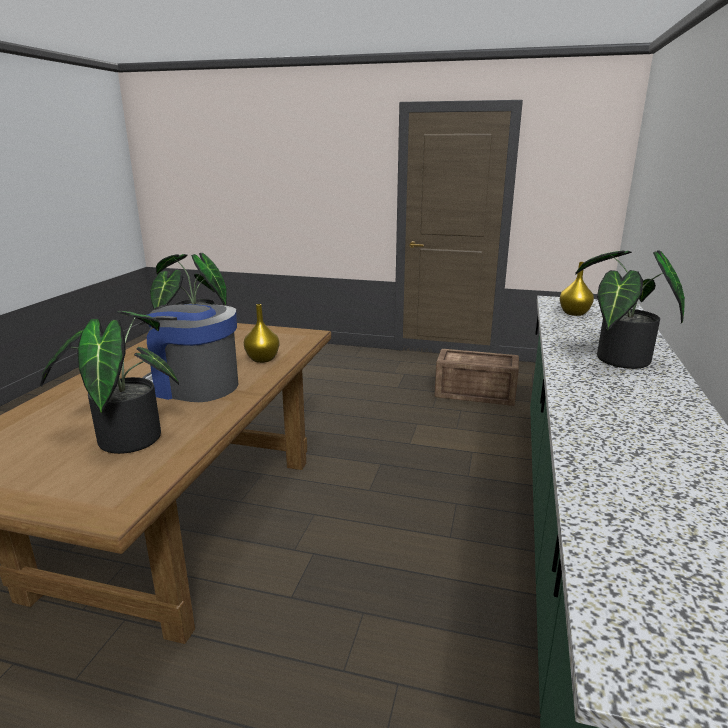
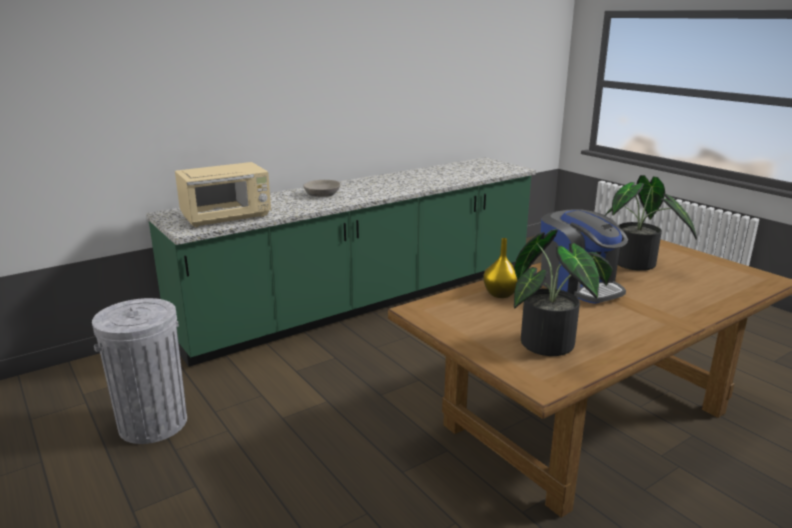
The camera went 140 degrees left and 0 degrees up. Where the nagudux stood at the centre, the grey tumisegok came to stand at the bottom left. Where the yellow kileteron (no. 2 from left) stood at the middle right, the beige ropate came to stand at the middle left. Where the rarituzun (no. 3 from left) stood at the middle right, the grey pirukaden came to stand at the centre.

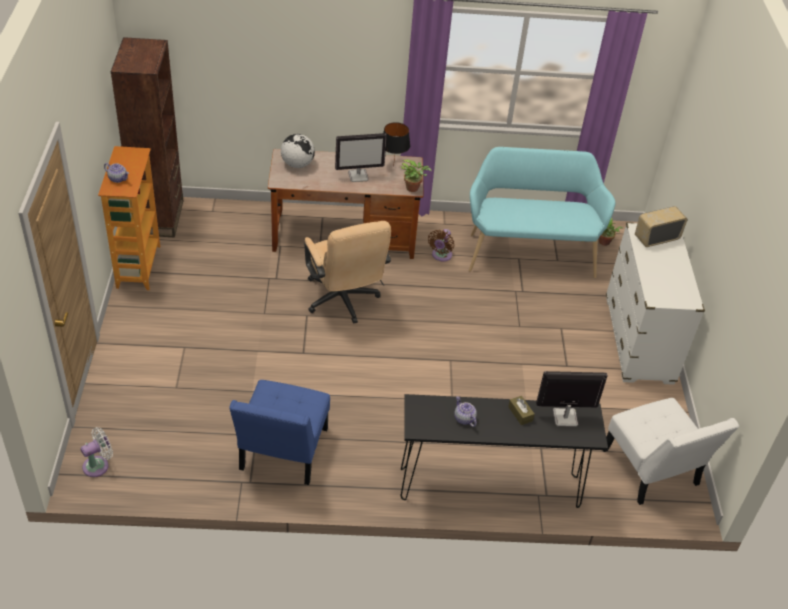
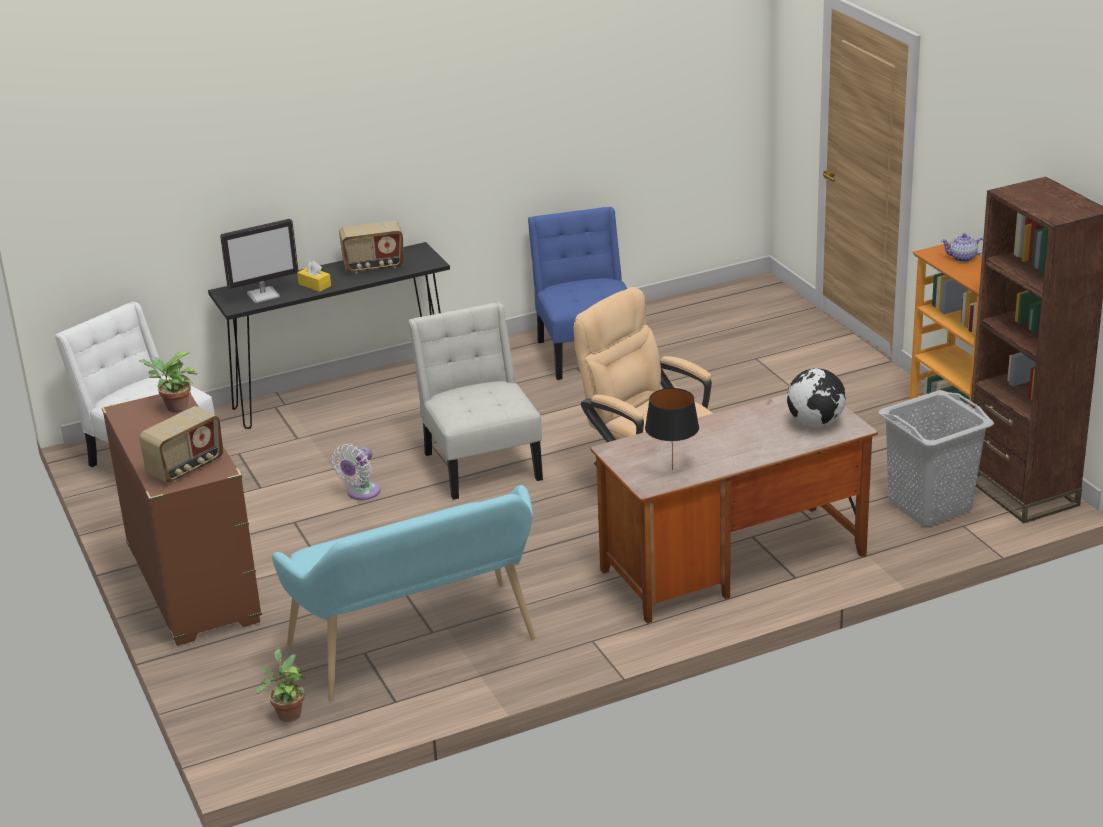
The camera went 160 degrees right and 15 degrees down. The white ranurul ended up elsewhere, having gone from the bottom left to the middle left. The second view lost the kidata (no. 1 from left) at the top centre. The rarituzun (no. 1 from left) ended up elsewhere, having gone from the top centre to the middle left. The second view lost the brown ranurul at the centre. Where the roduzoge (no. 2 from left) stood at the bottom centre, the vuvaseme (no. 2 from left) came to stand at the top centre. What was the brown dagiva at the bottom centre turned into the yellow dagiva at the middle left. What was the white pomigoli at the middle right turned into the brown pomigoli at the middle left. The second view gained the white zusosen (no. 2 from left) at the centre. The second view gained the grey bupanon at the middle right.

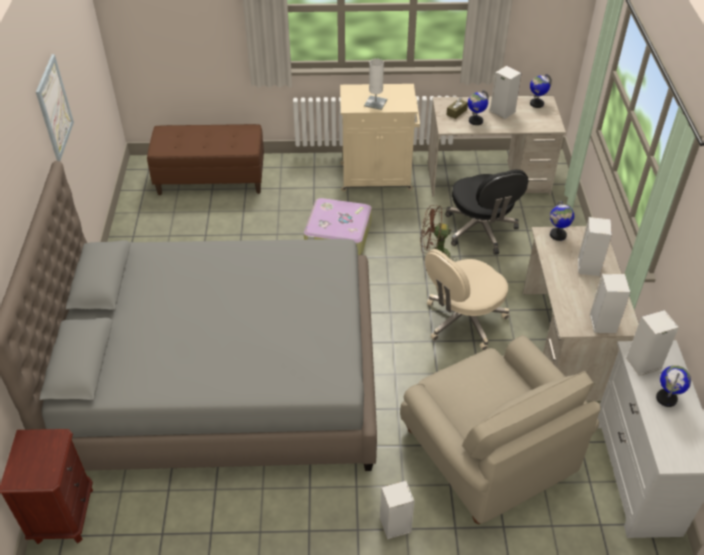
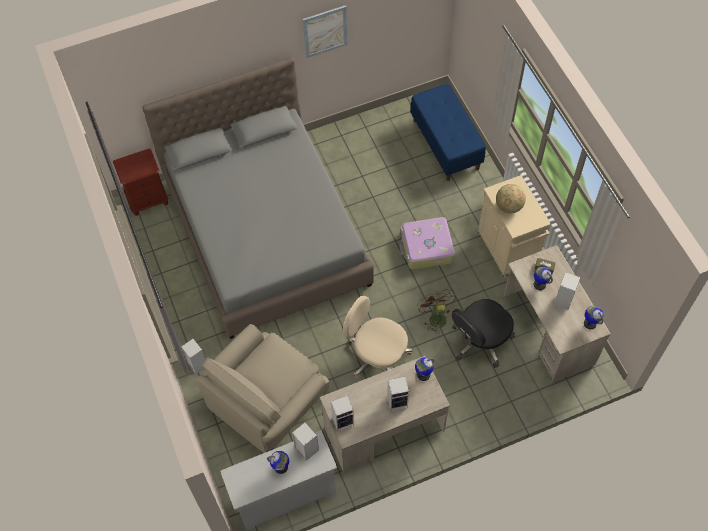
The camera went 70 degrees right and 15 degrees up. What was the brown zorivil at the top left turned into the blue zorivil at the top centre. Where the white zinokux stood at the top centre, the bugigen (no. 3 from left) came to stand at the middle right.

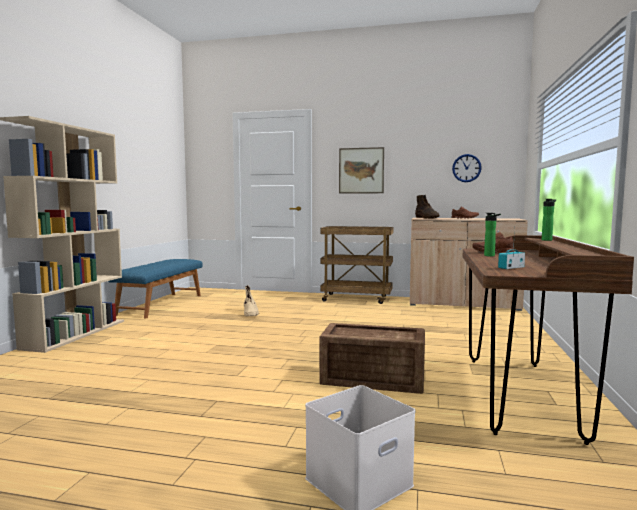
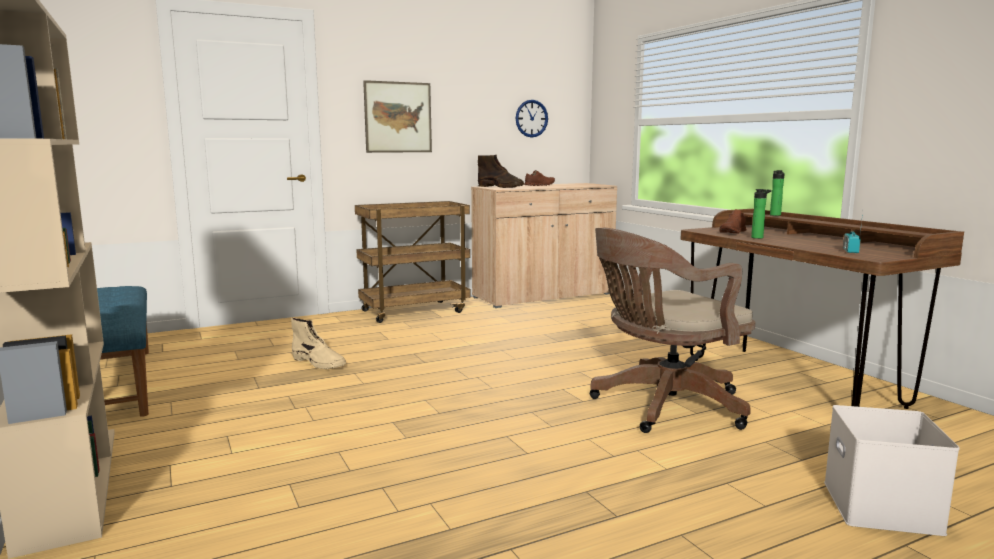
The camera went 40 degrees left and 5 degrees up. Where the nagudux stood at the bottom centre, the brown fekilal came to stand at the middle right.

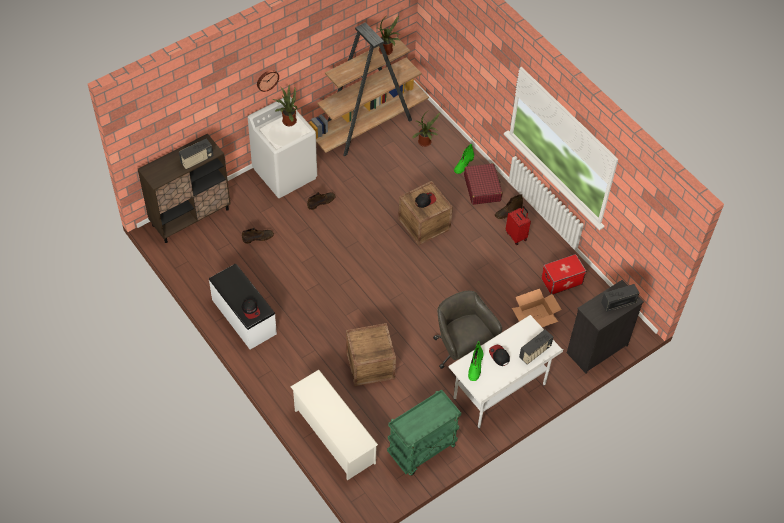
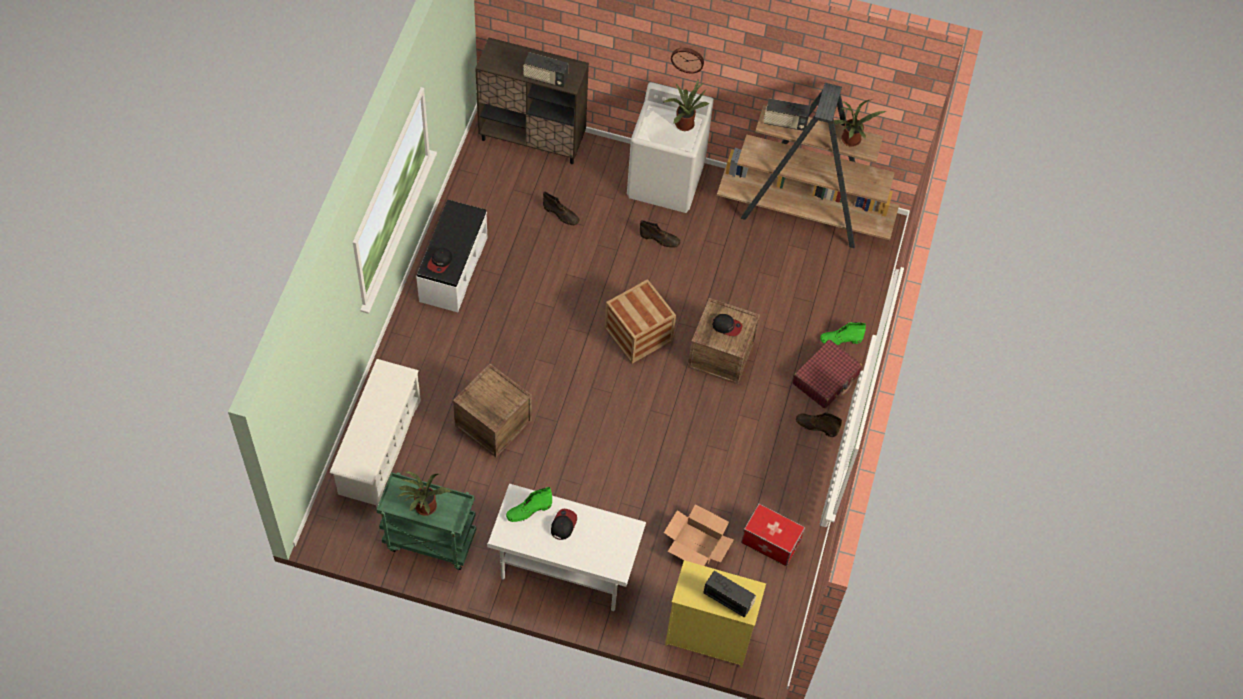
The camera went 50 degrees right and 5 degrees up. The rarituzun (no. 3 from left in the first image) ended up elsewhere, having gone from the top centre to the bottom centre. The second view lost the grey fekilal at the centre. The second view lost the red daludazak (no. 2 from left) at the centre. The vuvaseme (no. 2 from left in the first image) ended up elsewhere, having gone from the middle right to the top centre. What was the black pomigoli at the middle right turned into the yellow pomigoli at the bottom centre. The second view gained the nagudux (no. 2 from left) at the centre.

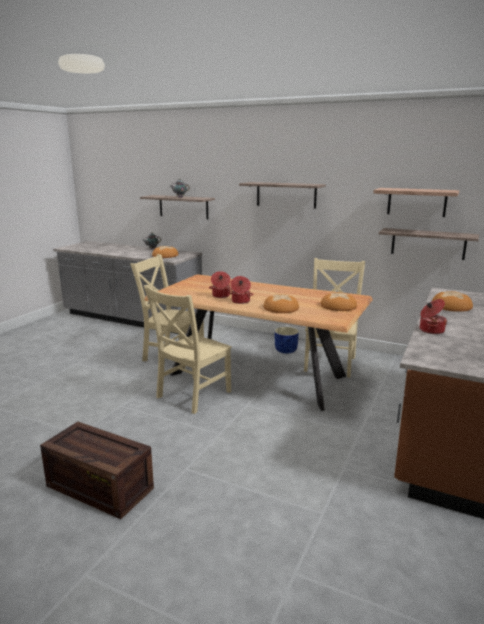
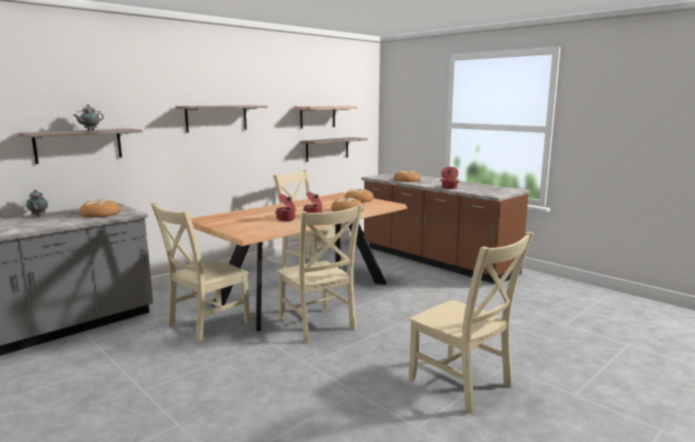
The camera went 70 degrees left and 5 degrees down. Where the nagudux stood at the bottom left, the beige zusosen (no. 4 from left) came to stand at the bottom right. The second view lost the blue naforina at the centre.

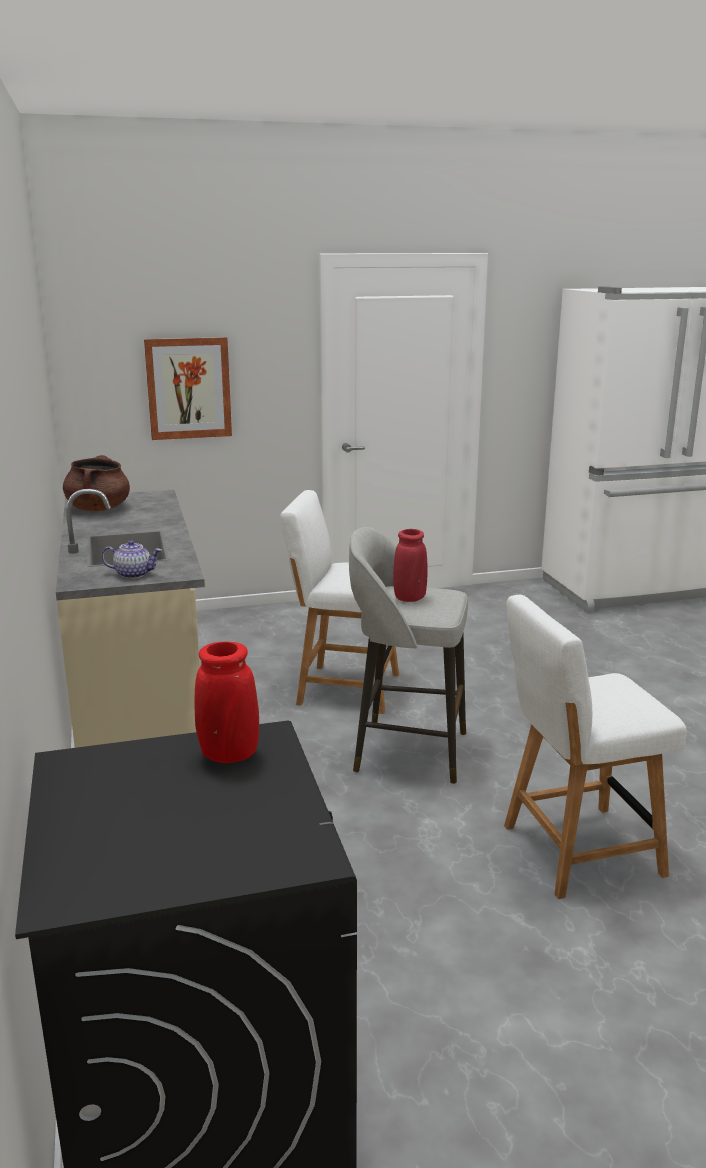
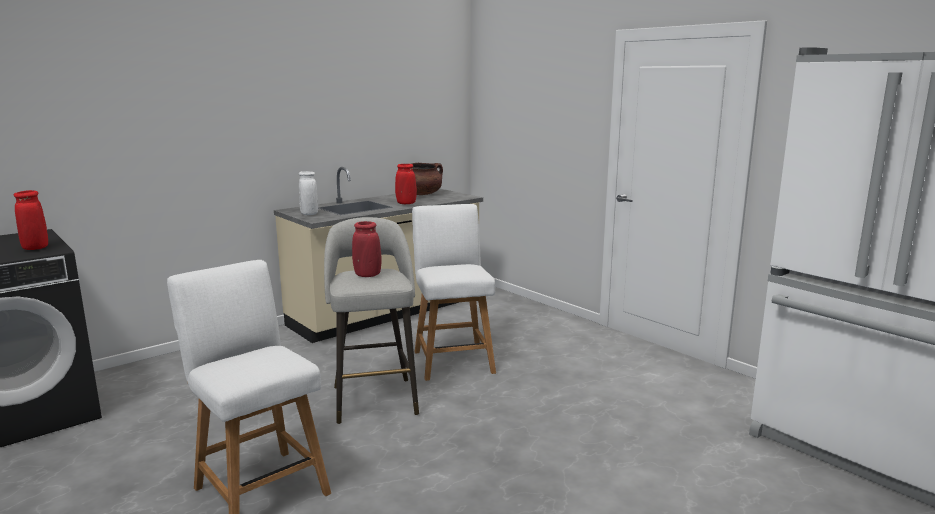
The camera went 65 degrees right and 5 degrees down. Where the roduzoge stood at the middle left, the white kileteron came to stand at the middle left. The second view lost the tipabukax at the top left. The second view gained the red kileteron (no. 3 from left) at the centre.

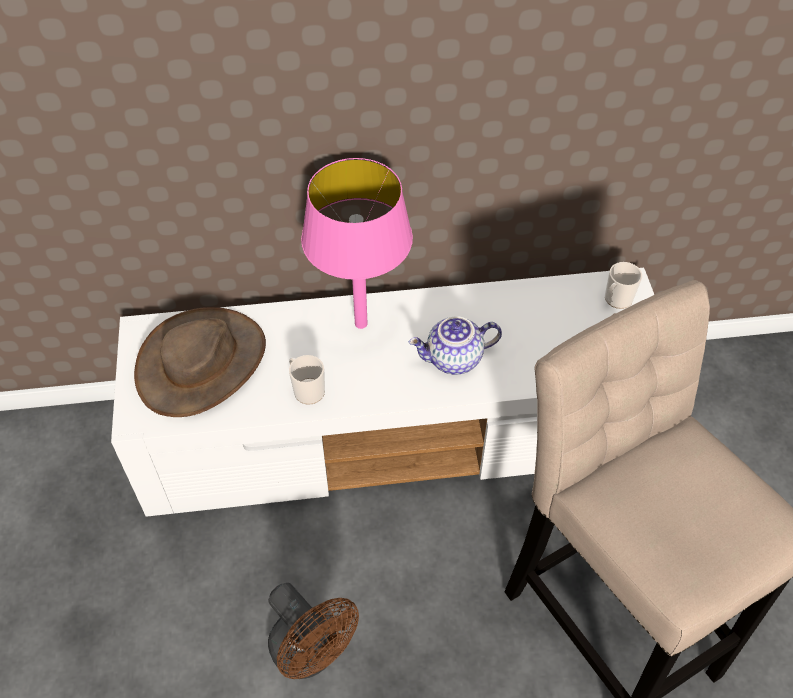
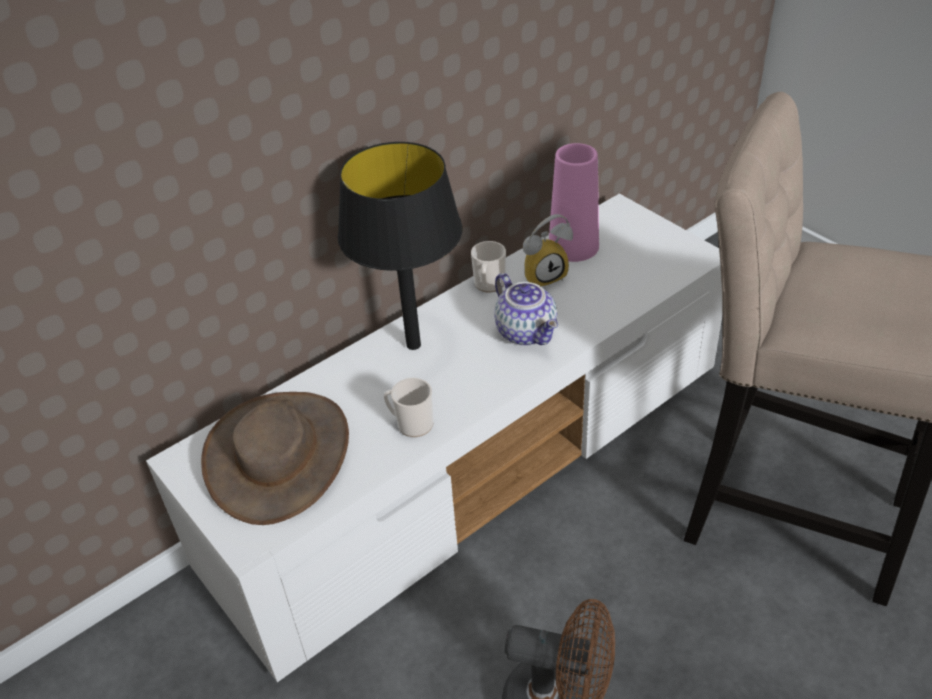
The camera went 30 degrees left and 10 degrees down. What was the pink zinokux at the centre turned into the black zinokux at the centre. The roduzoge at the centre ended up facing another way, 75 degrees counterclockwise from before. The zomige (no. 2 from left) ended up elsewhere, having gone from the middle right to the centre. The second view gained the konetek at the centre. The second view gained the pink kileteron at the top centre.

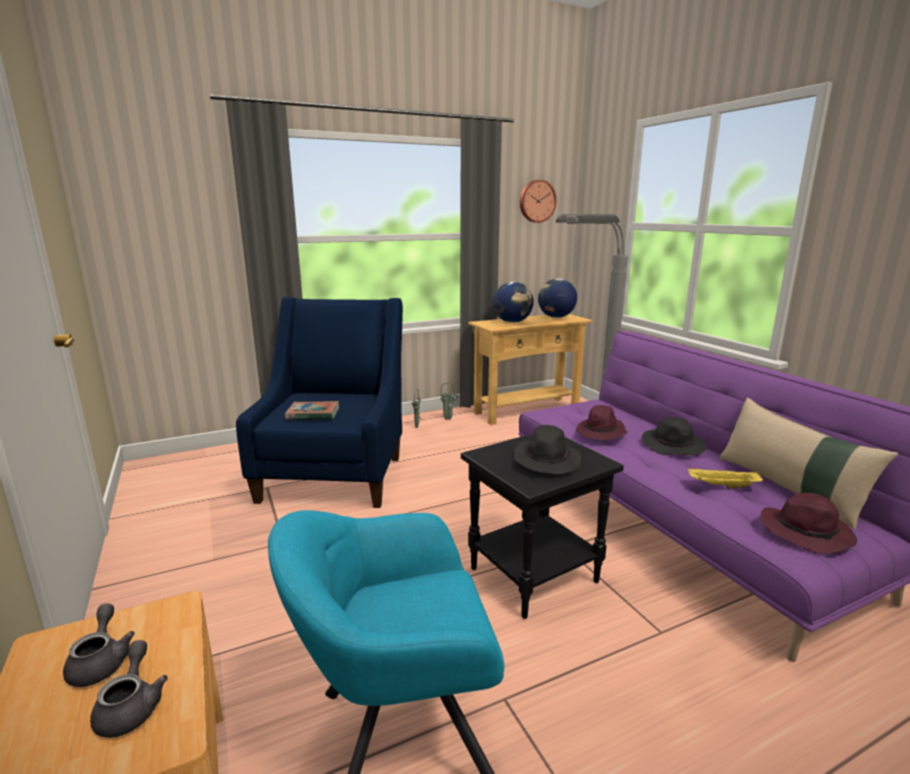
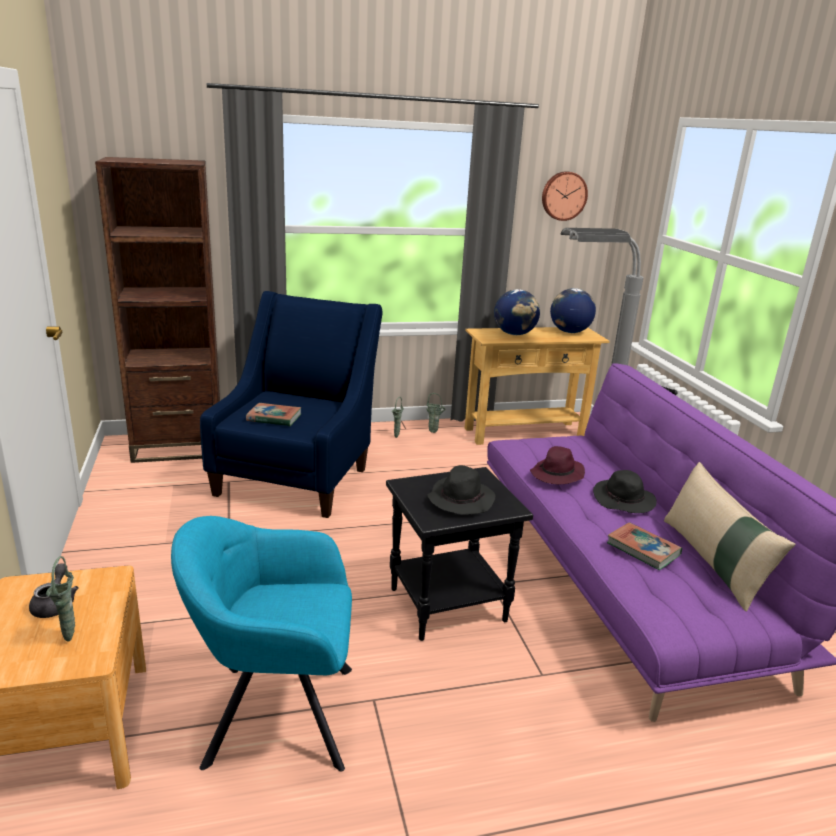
The camera went 10 degrees right and 5 degrees up. Where the grey roduzoge (no. 2 from left) stood at the bottom left, the green kileteron (no. 1 from left) came to stand at the bottom left. Where the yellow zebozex stood at the middle right, the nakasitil (no. 2 from left) came to stand at the middle right. The second view lost the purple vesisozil (no. 2 from left) at the bottom right. The second view gained the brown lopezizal at the middle left.

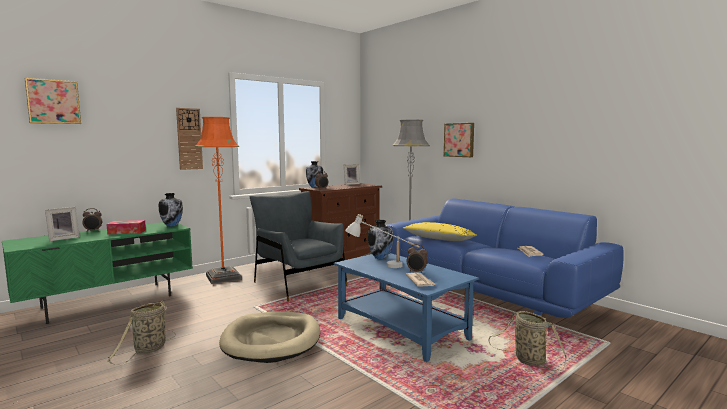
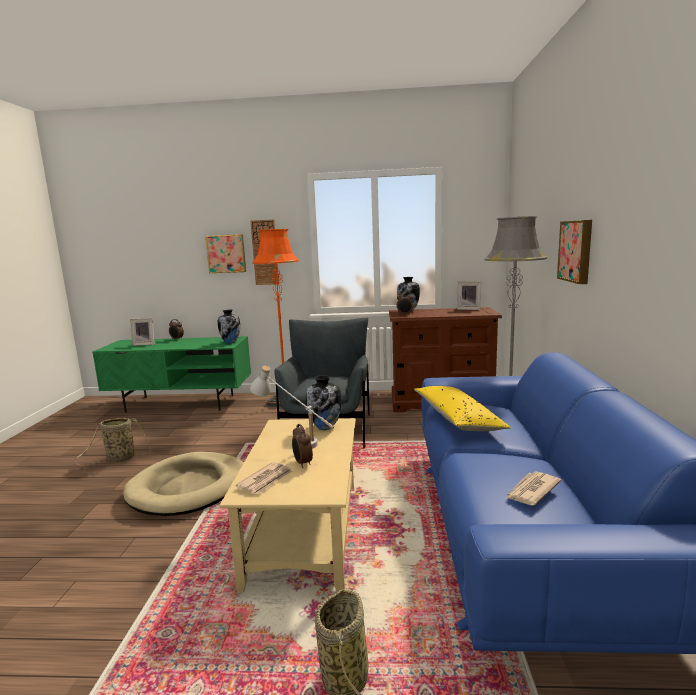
The camera went 45 degrees right and 5 degrees up. The tipabukax (no. 1 from left) ended up elsewhere, having gone from the top left to the middle left. The second view lost the dagiva at the middle left. What was the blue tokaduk at the bottom centre turned into the beige tokaduk at the bottom centre.

